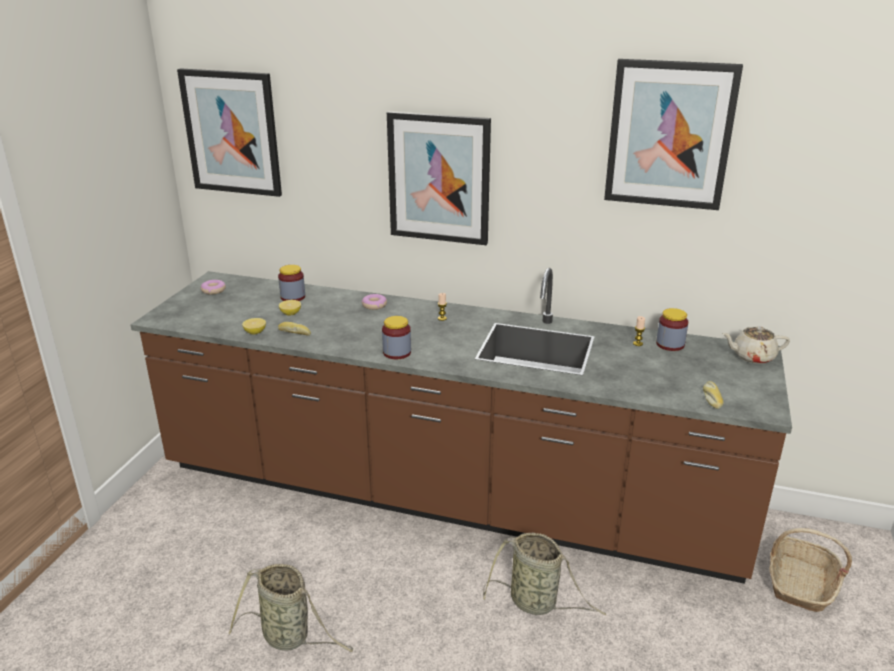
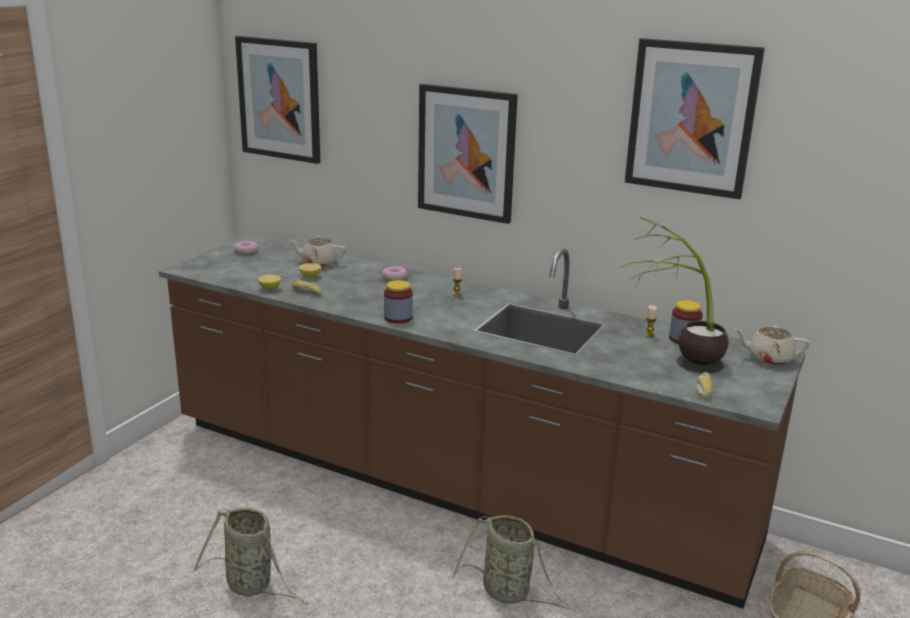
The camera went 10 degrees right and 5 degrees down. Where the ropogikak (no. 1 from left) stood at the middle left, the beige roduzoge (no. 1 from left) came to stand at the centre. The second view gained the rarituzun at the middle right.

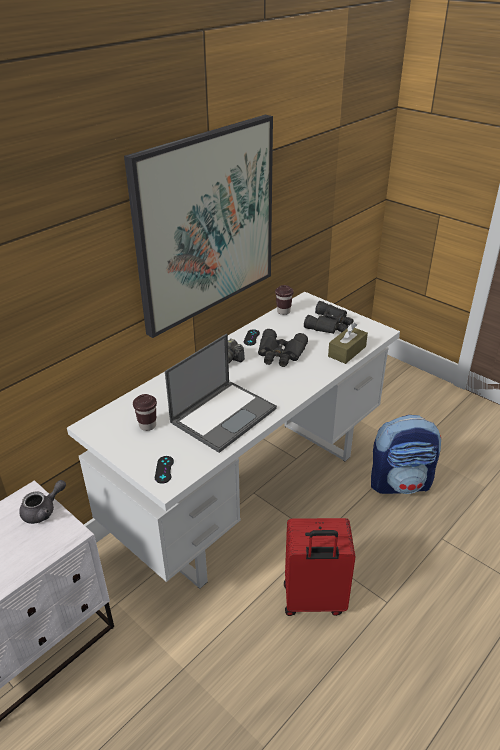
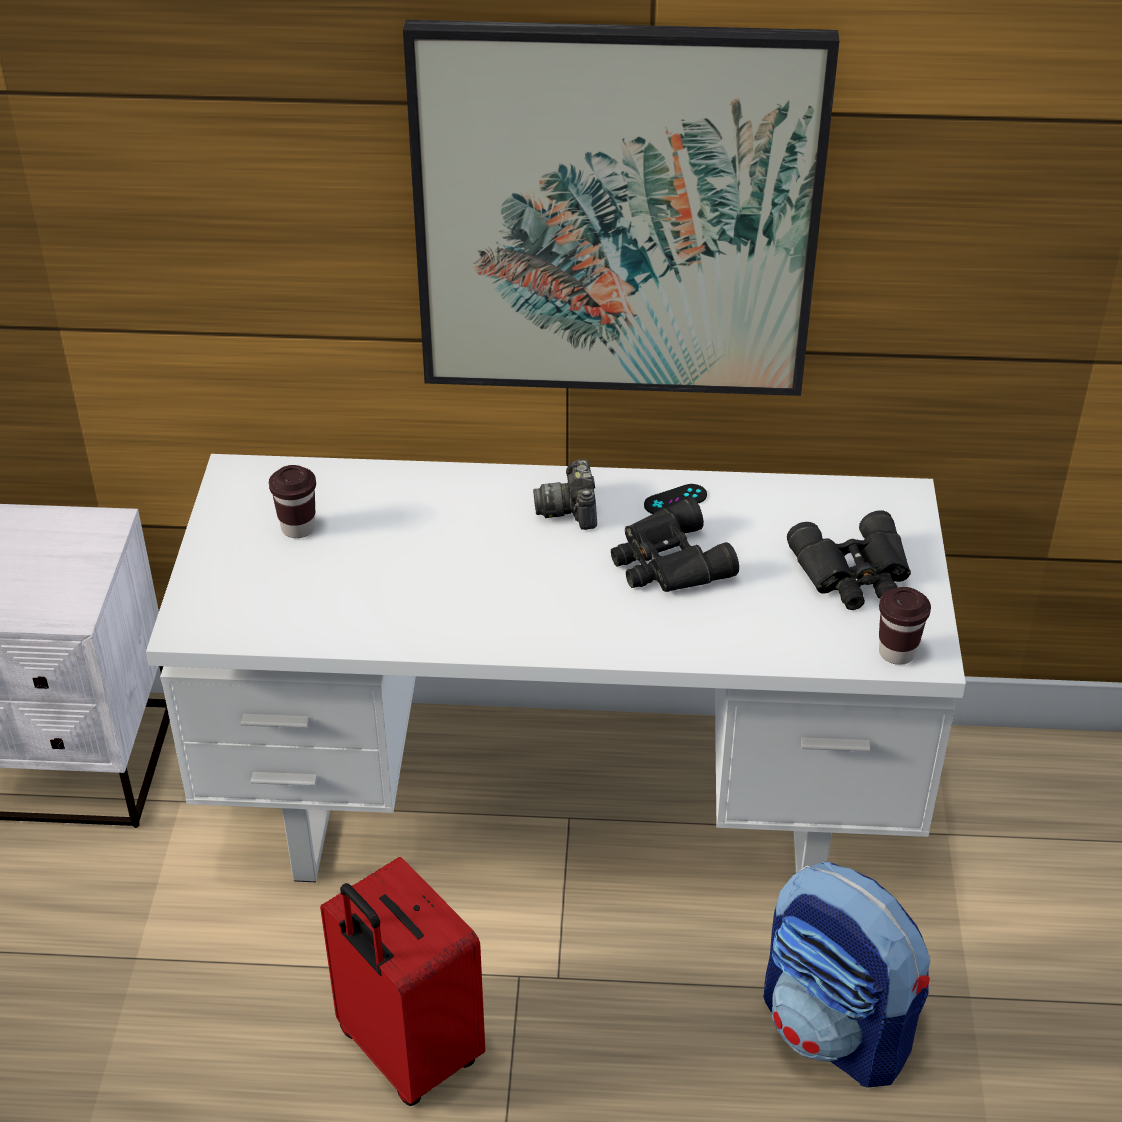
The camera went 50 degrees right and 5 degrees up. The second view lost the grey roduzoge at the bottom left. The second view lost the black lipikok (no. 1 from left) at the middle left. The second view lost the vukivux at the centre. The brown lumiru (no. 2 from left) ended up elsewhere, having gone from the centre to the middle right. The second view lost the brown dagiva at the middle right.

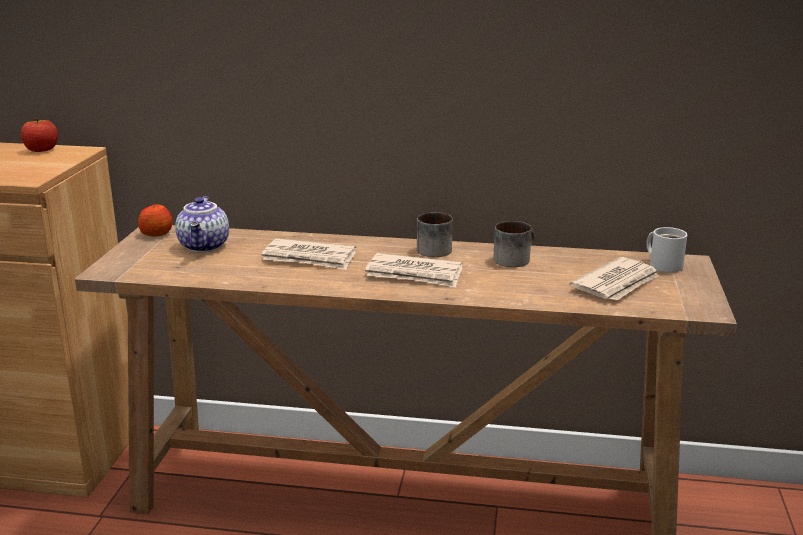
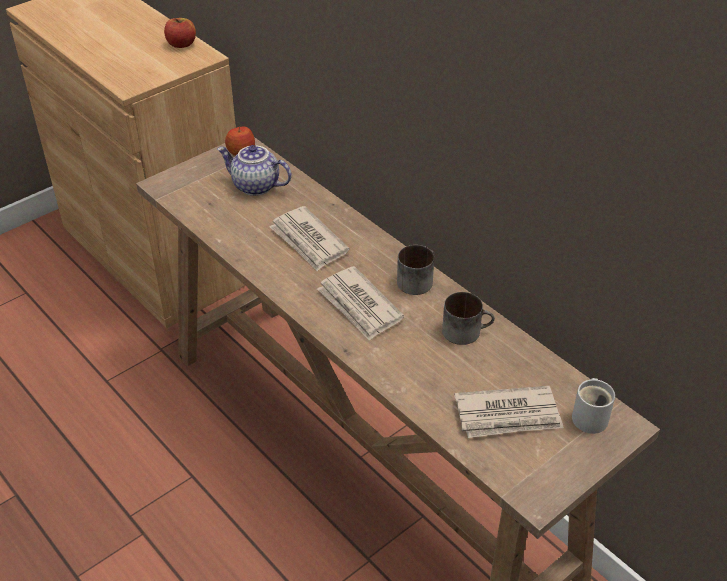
The camera went 40 degrees right and 20 degrees up. The roduzoge at the middle left ended up facing another way, 75 degrees clockwise from before.

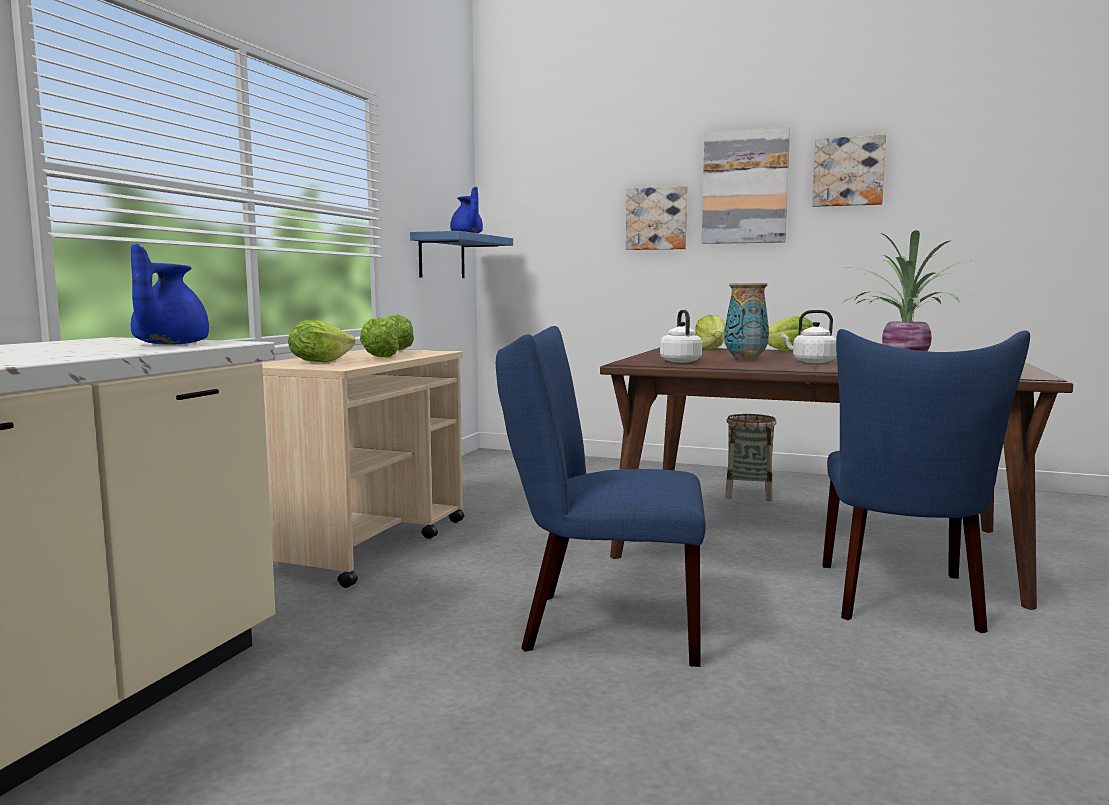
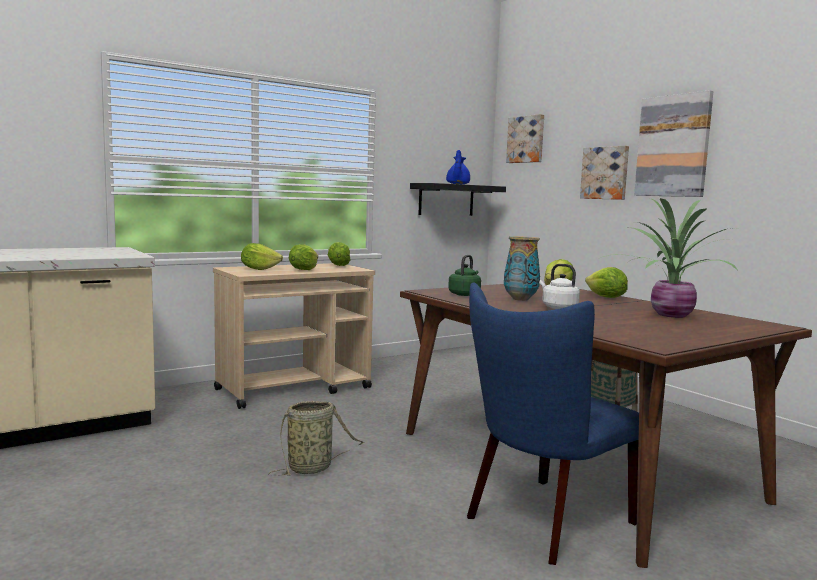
The camera went 35 degrees right and 0 degrees up. The second view lost the blue roduzoge (no. 1 from left) at the middle left. What was the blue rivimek at the top centre turned into the black rivimek at the centre. Where the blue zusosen (no. 1 from left) stood at the centre, the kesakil (no. 1 from left) came to stand at the bottom centre. What was the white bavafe (no. 1 from left) at the centre turned into the green bavafe at the centre. The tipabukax (no. 3 from left in the first image) ended up elsewhere, having gone from the top right to the top centre.

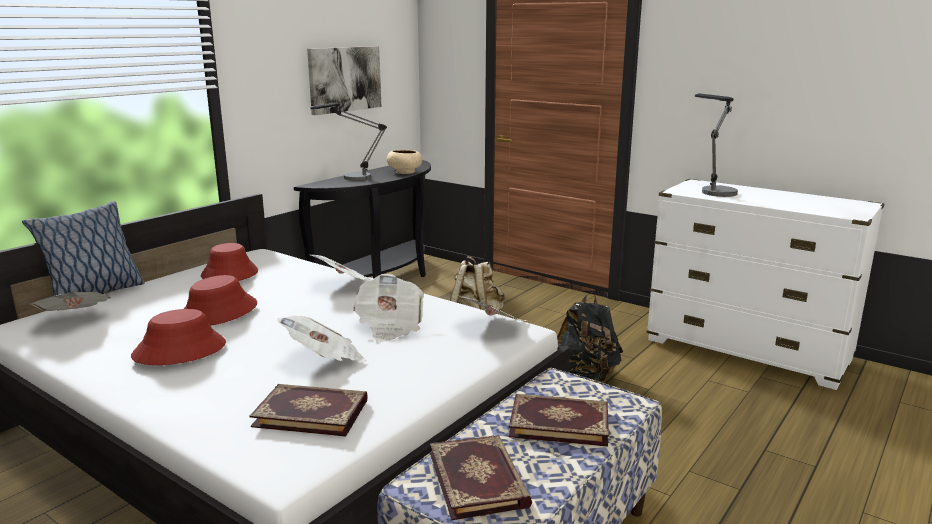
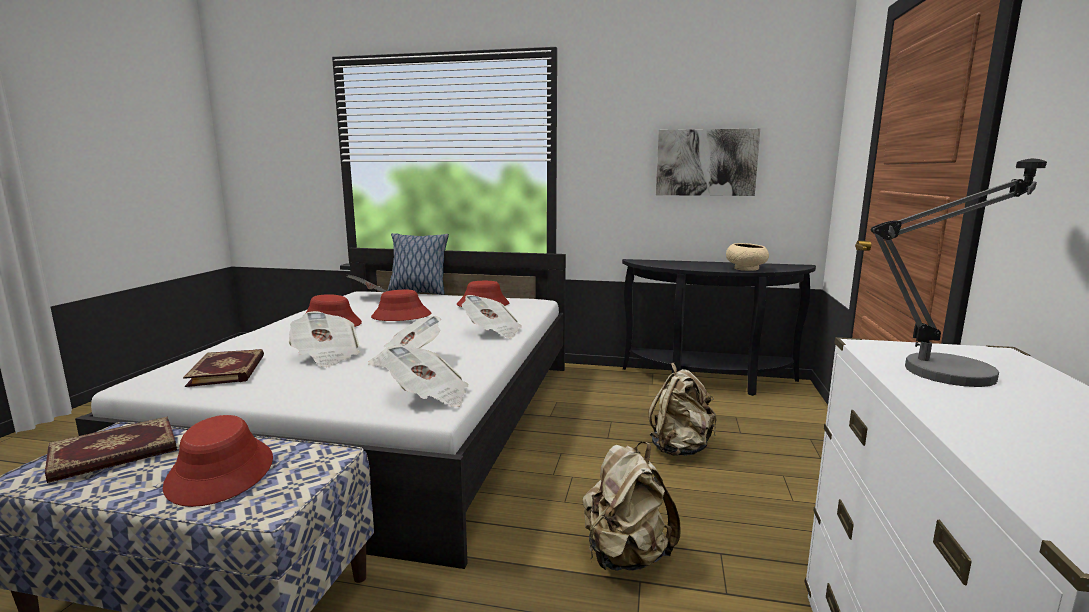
The camera went 65 degrees right and 5 degrees down. The second view lost the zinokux (no. 1 from left) at the top centre. Where the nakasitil (no. 3 from left) stood at the bottom centre, the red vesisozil (no. 1 from left) came to stand at the bottom left. What was the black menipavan at the centre turned into the beige menipavan (no. 1 from left) at the bottom centre.

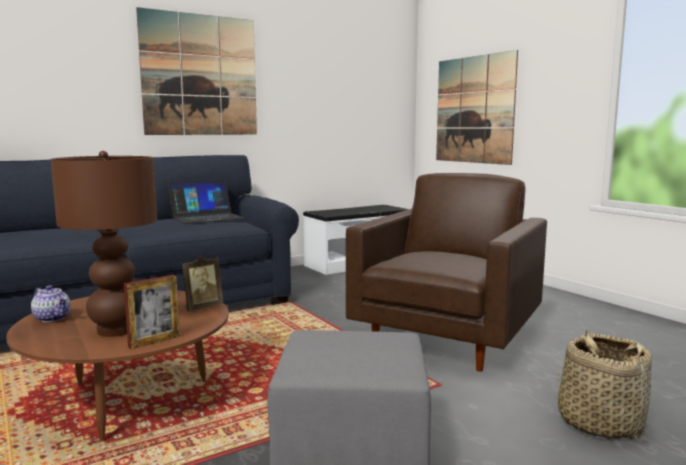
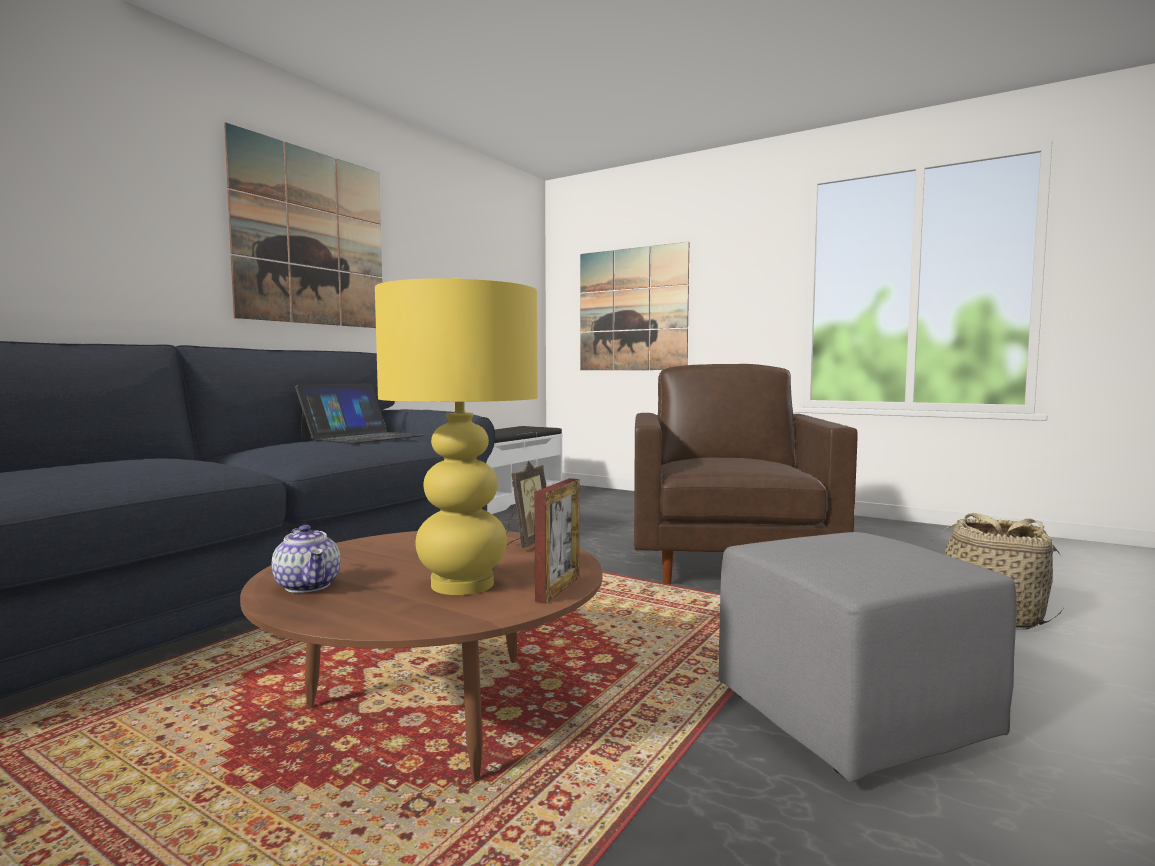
The camera went 25 degrees left and 5 degrees down. The roduzoge at the middle left ended up facing another way, 45 degrees clockwise from before. What was the brown zinokux at the middle left turned into the yellow zinokux at the centre.

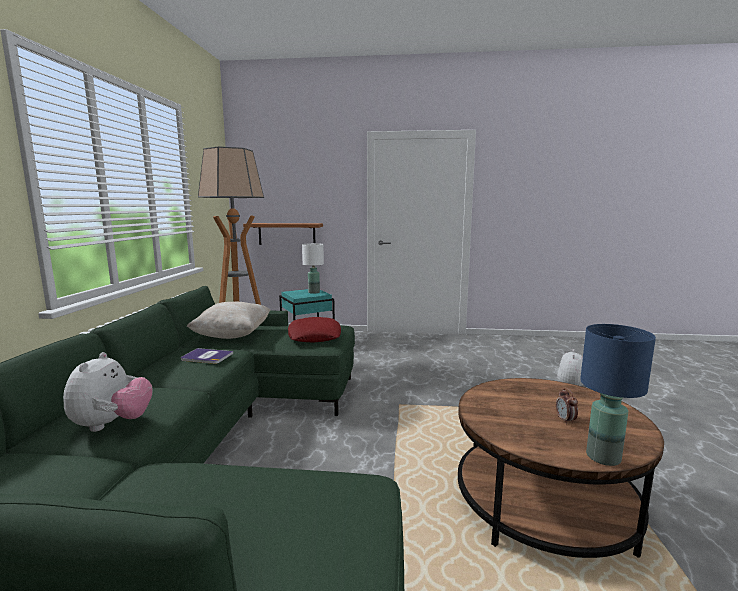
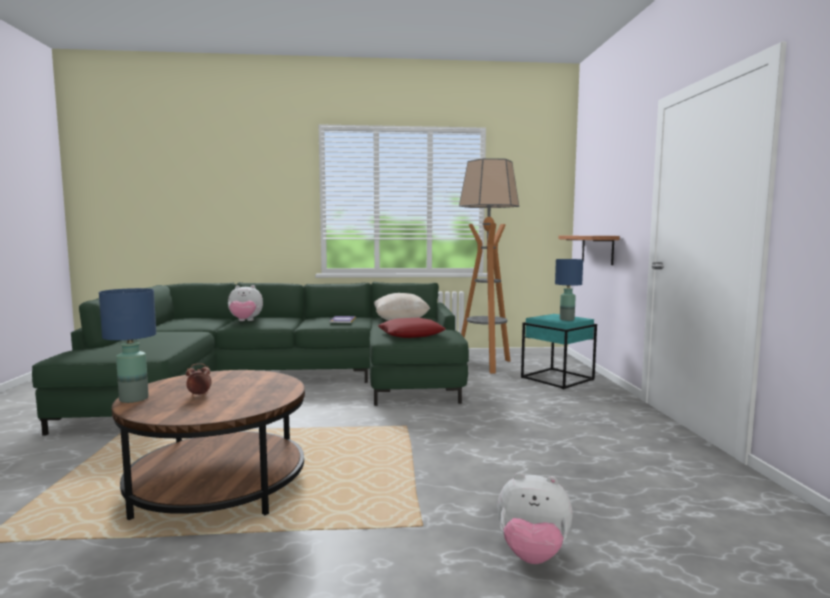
The camera went 80 degrees right and 5 degrees down. What was the white zinokux at the centre turned into the blue zinokux (no. 2 from left) at the middle right.

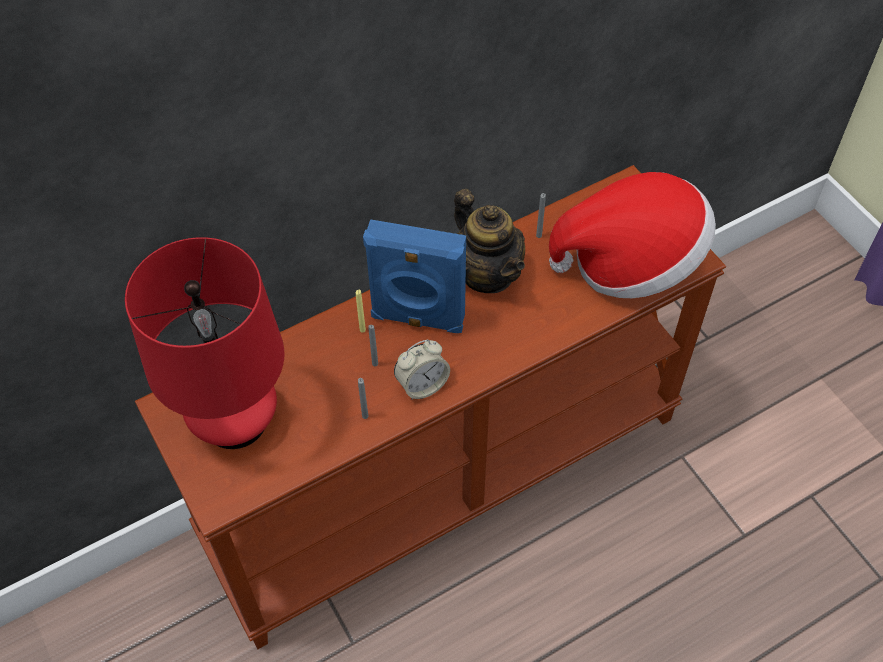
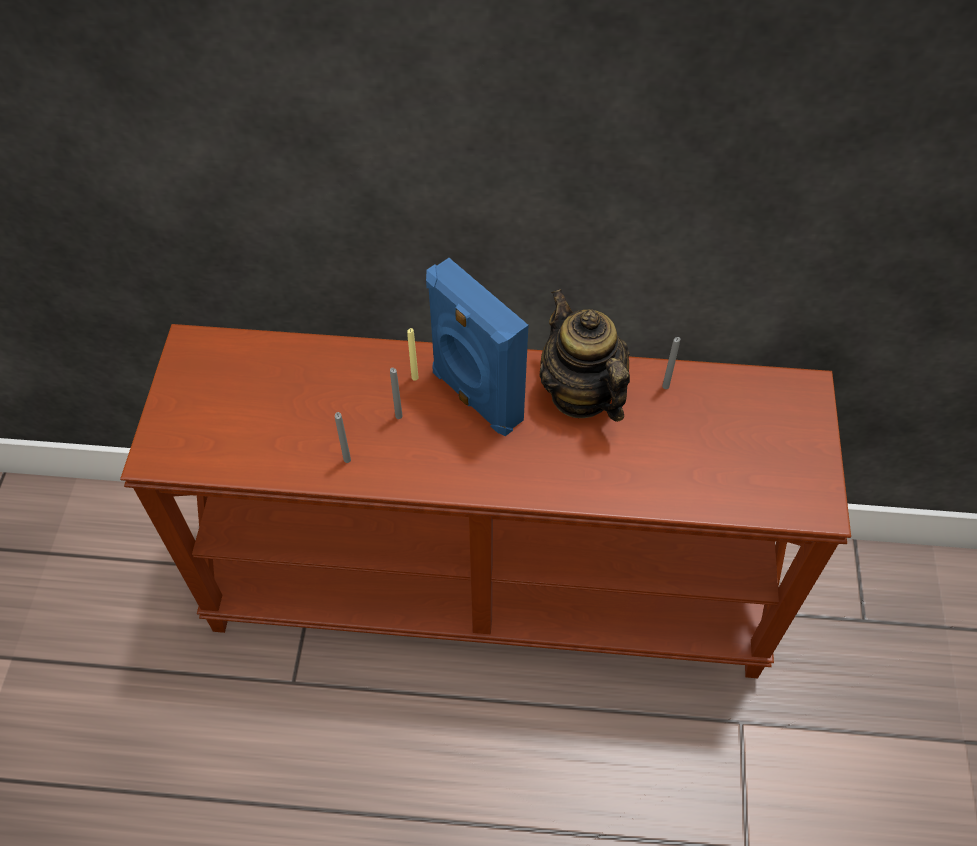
The camera went 35 degrees right and 0 degrees up. The second view lost the red zinokux at the middle left. The second view lost the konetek at the centre. The roduzoge at the centre ended up facing another way, 150 degrees clockwise from before. The second view lost the vesisozil at the middle right.

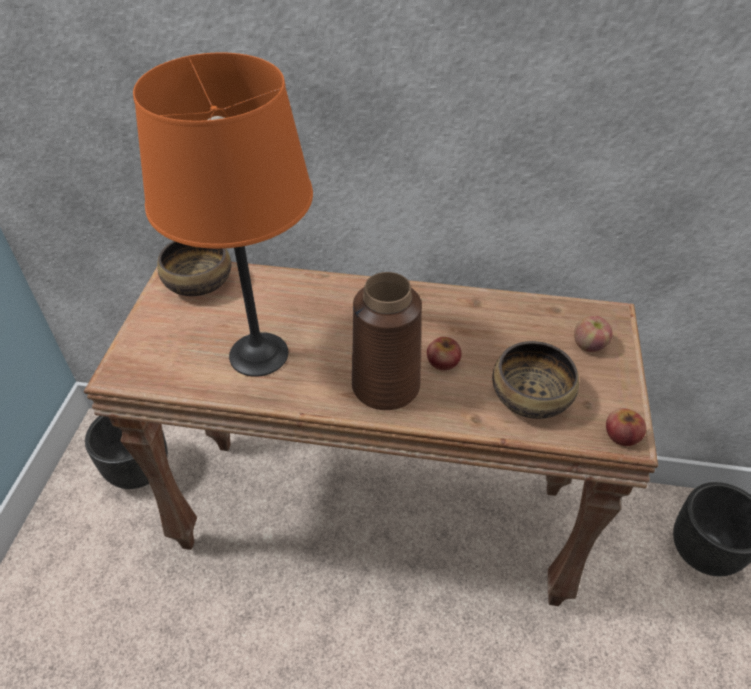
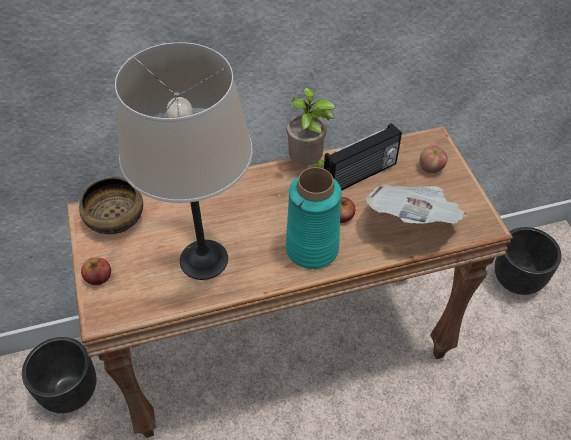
The camera went 25 degrees left and 5 degrees up. What was the orange zinokux at the top left turned into the beige zinokux at the middle left. What was the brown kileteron at the centre turned into the turquoise kileteron at the centre. Where the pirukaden (no. 2 from left) stood at the middle right, the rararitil came to stand at the middle right. The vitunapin (no. 3 from left in the first image) ended up elsewhere, having gone from the middle right to the middle left. The second view gained the rarituzun at the top centre. The second view gained the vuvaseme at the centre.

